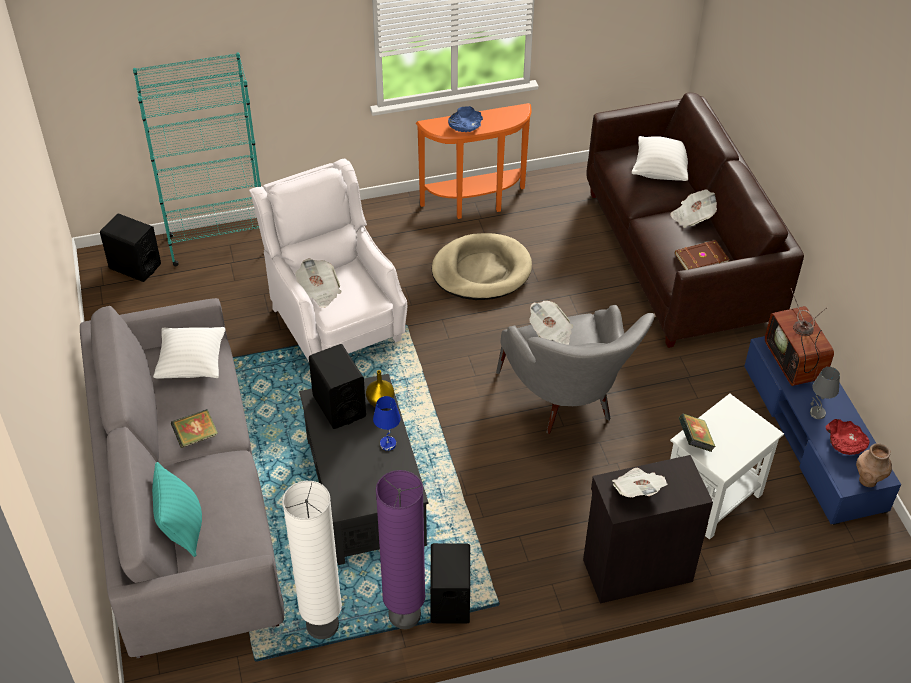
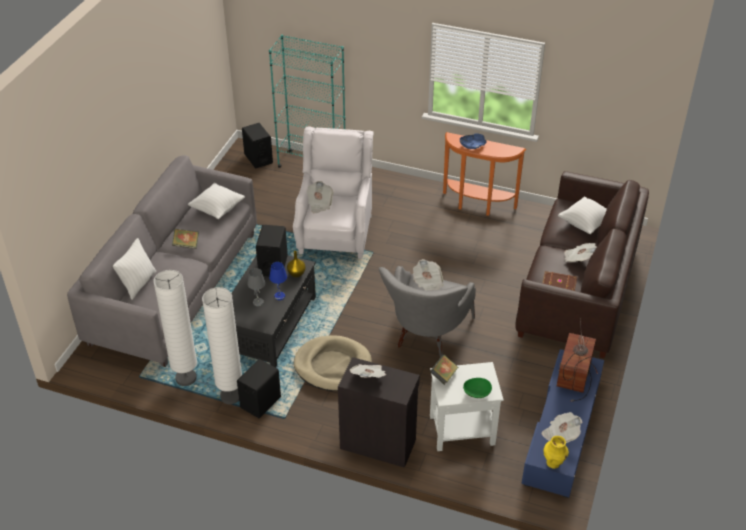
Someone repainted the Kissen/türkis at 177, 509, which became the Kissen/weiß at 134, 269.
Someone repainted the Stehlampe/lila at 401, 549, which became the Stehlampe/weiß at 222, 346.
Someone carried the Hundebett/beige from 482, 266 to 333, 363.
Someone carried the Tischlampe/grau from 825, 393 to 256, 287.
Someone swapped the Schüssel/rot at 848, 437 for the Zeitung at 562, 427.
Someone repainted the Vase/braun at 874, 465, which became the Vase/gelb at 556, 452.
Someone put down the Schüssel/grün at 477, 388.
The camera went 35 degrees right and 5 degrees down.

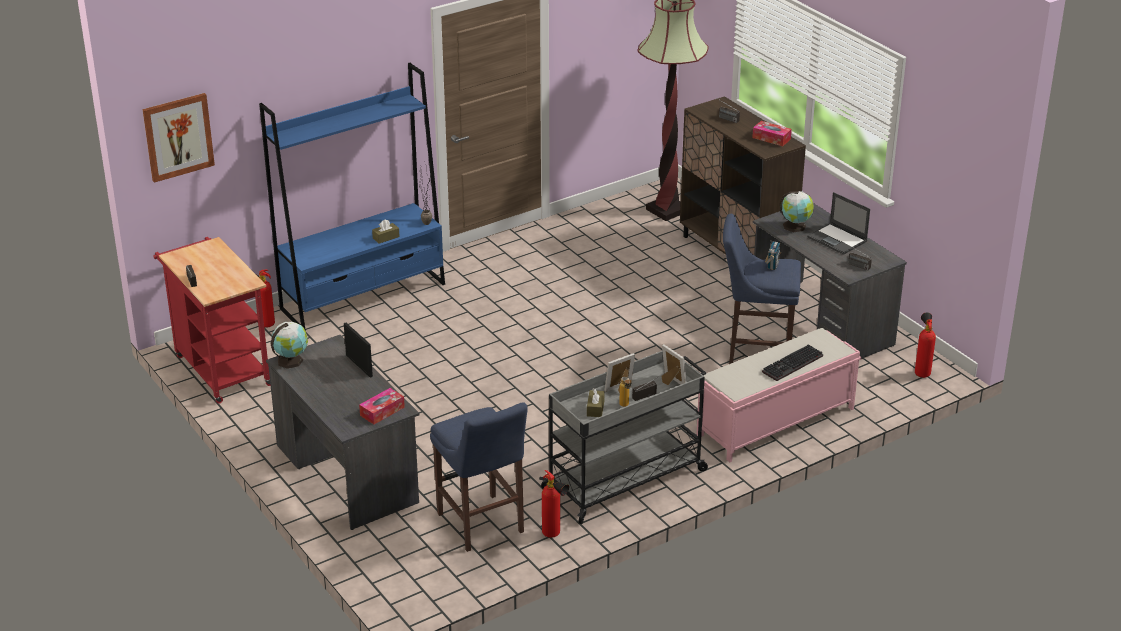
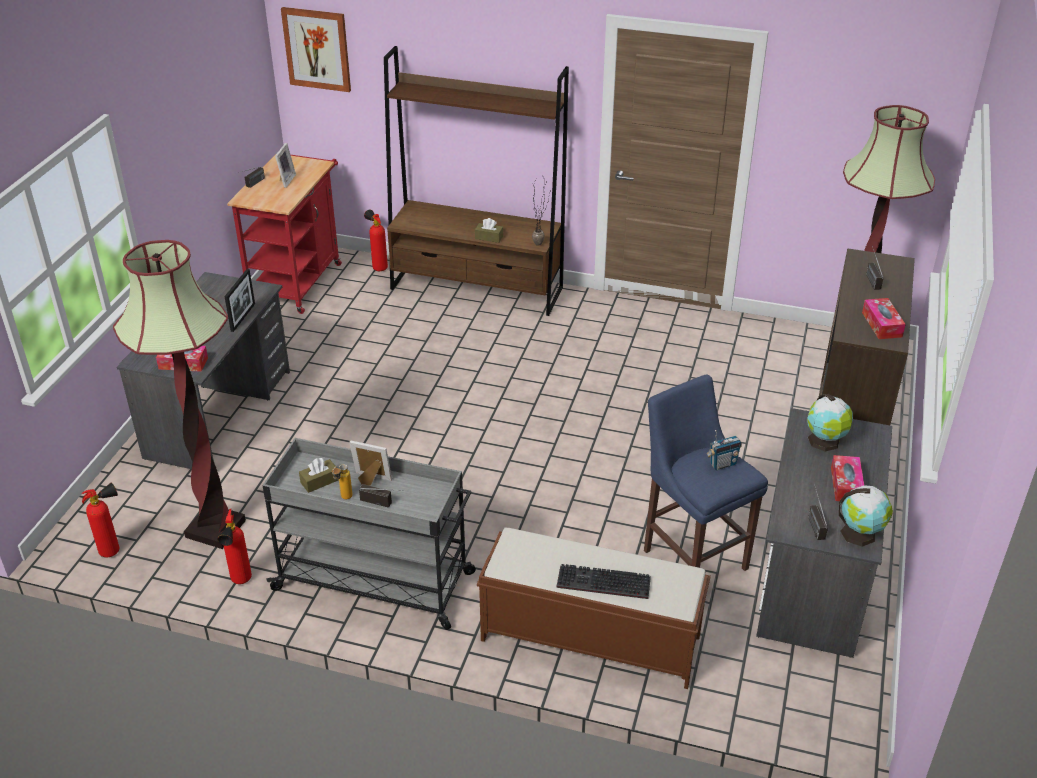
Someone repainted the Bücherregal/blau at 352, 197, which became the Bücherregal/braun at 476, 181.
Someone carried the Globus from 289, 345 to 866, 515.
Someone swapped the Hocker/blau at 479, 477 for the Stehlampe at 179, 394.
Someone carried the Bilderrahmen from 674, 364 to 285, 165.
Someone repainted the Bank/rosa at 779, 395, which became the Bank/braun at 594, 608.
Someone swapped the Laptop at 838, 223 for the Taschentuchbox at 847, 478.
Someone carried the Feuerlöscher from 925, 345 to 100, 520.
The camera went 50 degrees right and 5 degrees up.

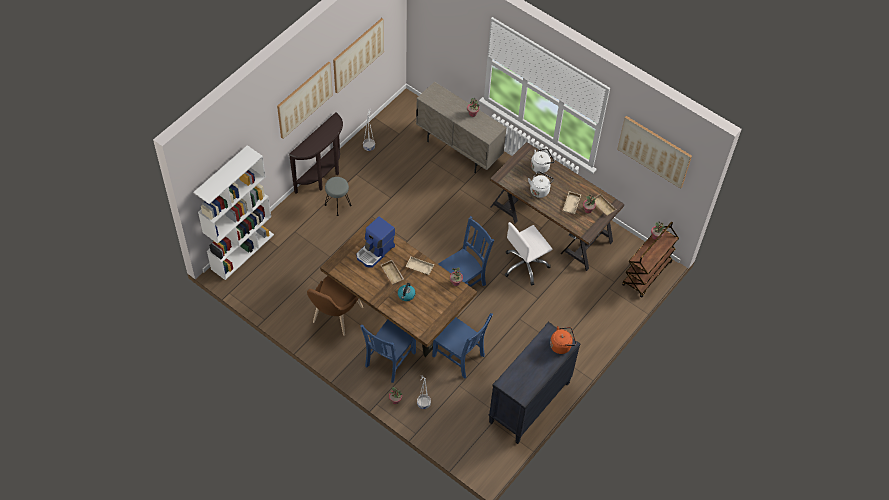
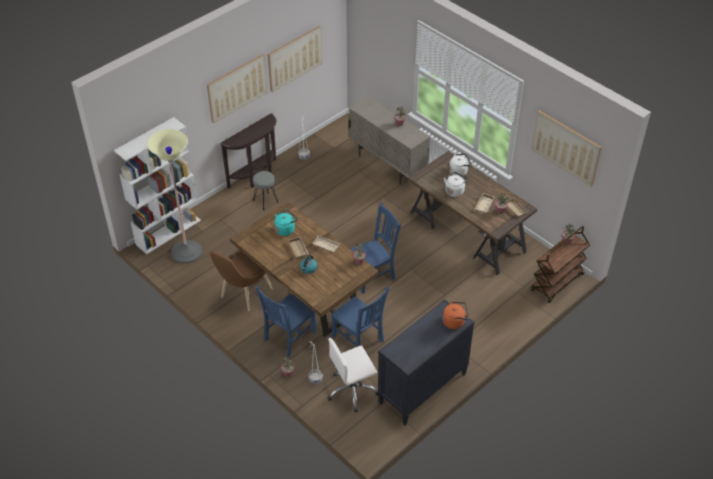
Someone swapped the Kaffeemaschine at 375, 242 for the Wasserkessel/türkis at 286, 223.
Someone carried the Bürostuhl/weiß from 528, 254 to 352, 375.
Someone put down the Stehlampe at 174, 196.
The camera went 10 degrees right and 10 degrees down.

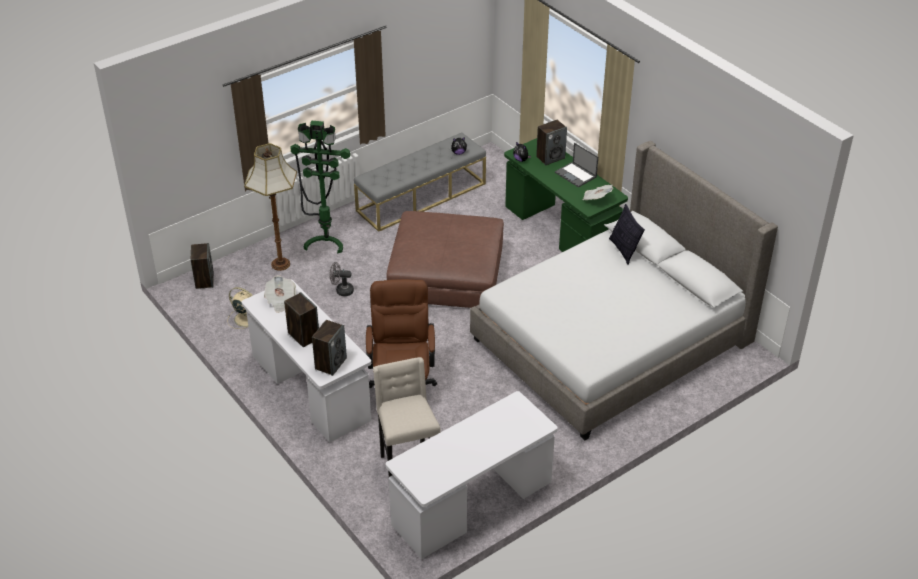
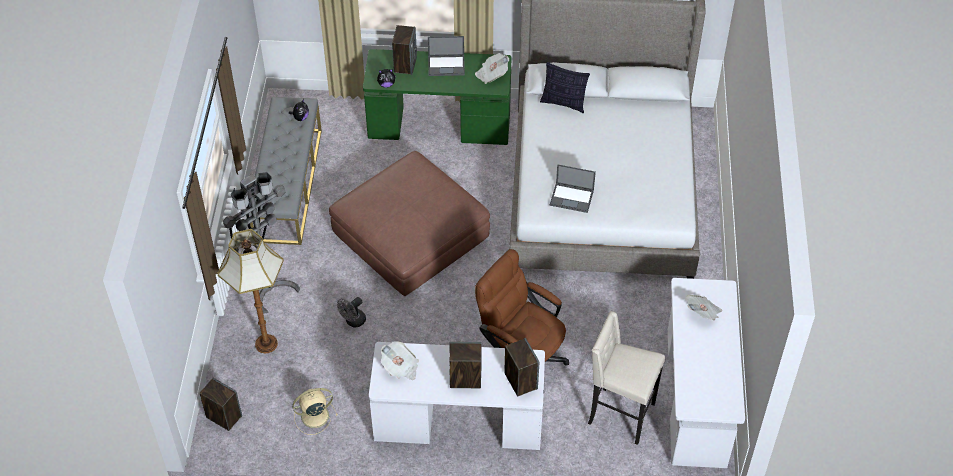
Someone repainted the Stehlampe/grün at 320, 187, which became the Stehlampe/grau at 261, 243.
Someone put down the Laptop at 573, 188.
Someone put down the Zeitung at 704, 308.
The camera went 50 degrees left and 10 degrees up.

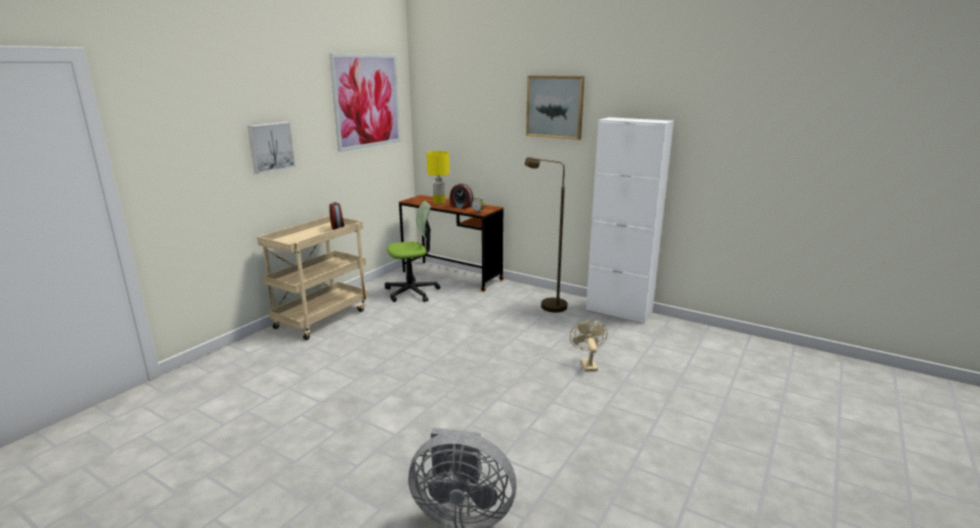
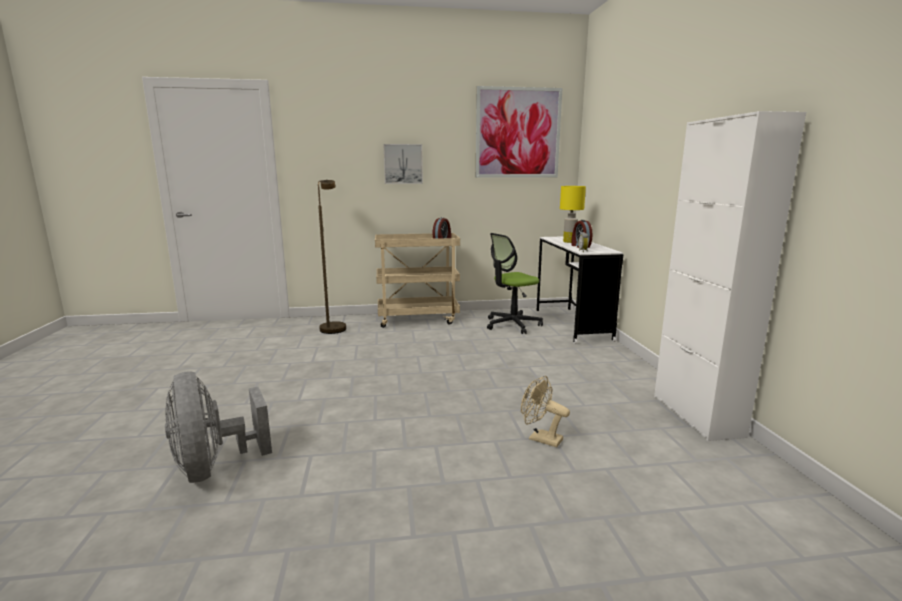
Someone rotated the Bürostuhl at 412, 251 by 120 degrees clockwise.
Someone repainted the Schreibtisch/braun at 451, 243, which became the Schreibtisch/weiß at 580, 290.
Someone carried the Stehlampe/braun from 546, 234 to 332, 257.
Someone took away the Bild at 555, 108.
Someone rotated the Ventilator/beige at 589, 346 by 105 degrees counterclockwise.
The camera went 50 degrees right and 5 degrees down.

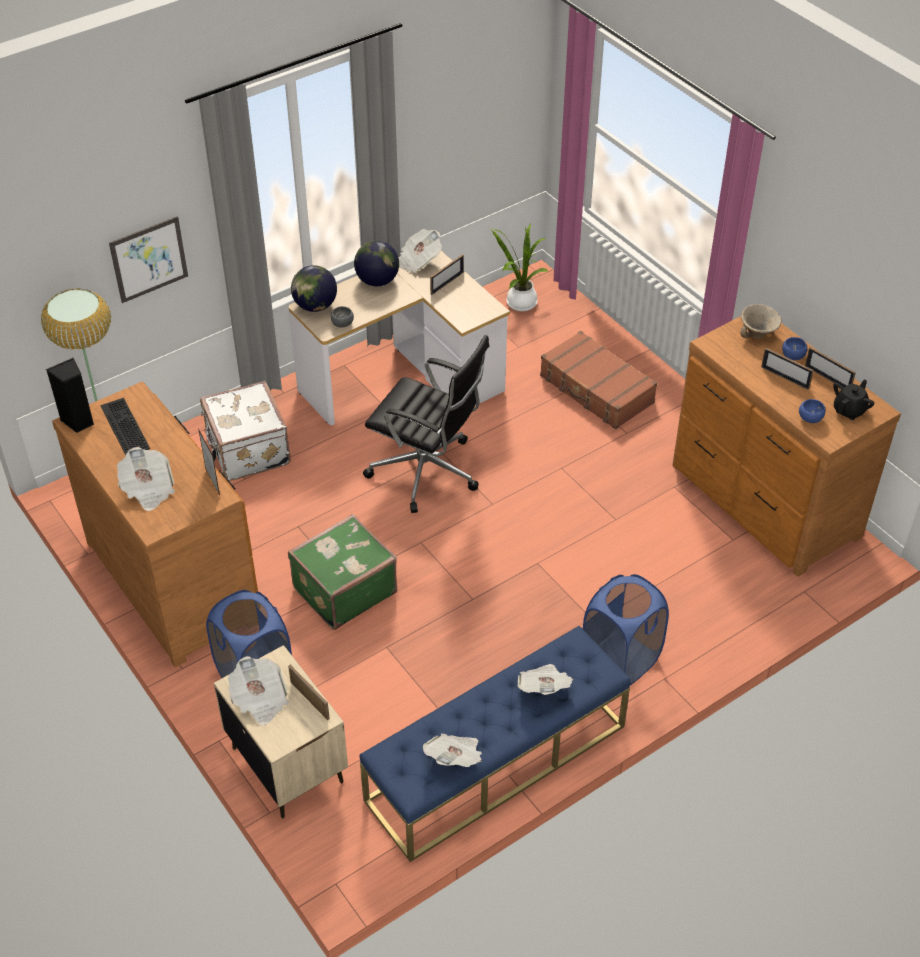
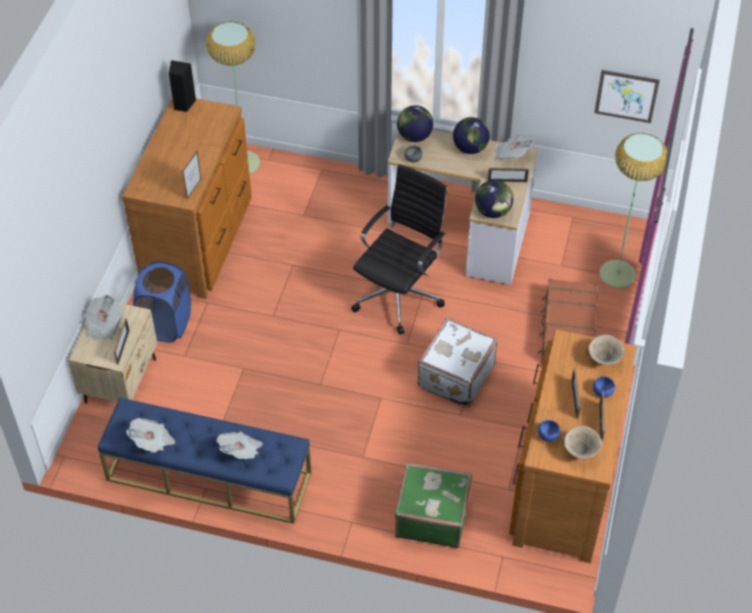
Someone took away the Tastatur at 125, 426.
Someone carried the Bild from 148, 259 to 627, 96.
Someone took away the Zeitung at 146, 479.
Someone carried the Koffer/weiß from 245, 431 to 458, 362.
Someone carried the Koffer/grün from 342, 572 to 433, 505.
Someone rotated the Bürostuhl/schwarz at 426, 424 by 135 degrees counterclockwise.
Someone took away the Topfpflanze at 520, 267.
Someone took away the Wäschekorb/blau at 626, 629.
Someone swapped the Teekanne/schwarz at 853, 399 for the Schüssel/beige at 582, 442.
Someone put down the Globus at 494, 199.
Someone put down the Stehlampe at 633, 210.
The camera went 50 degrees right and 5 degrees up.

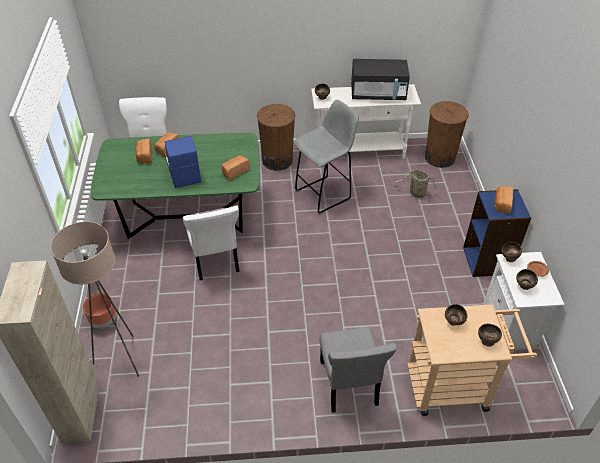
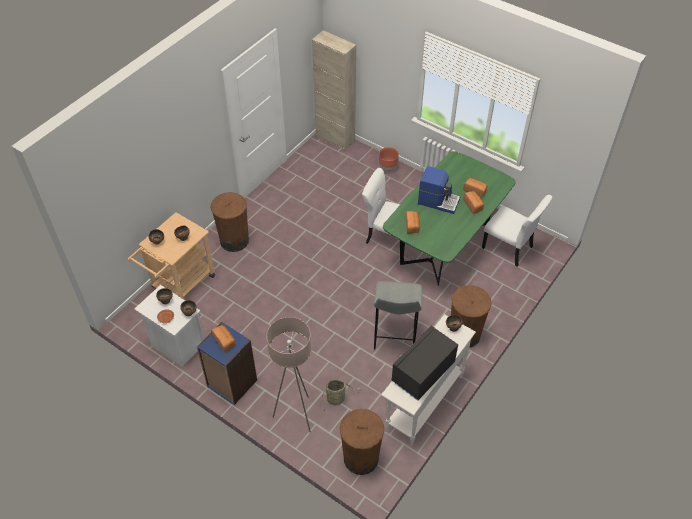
Someone carried the Stehlampe/beige from 95, 299 to 288, 374.
Someone swapped the Stuhl/grau at 358, 370 for the Mülleimer/braun at 230, 222.
The camera went 130 degrees right and 5 degrees up.

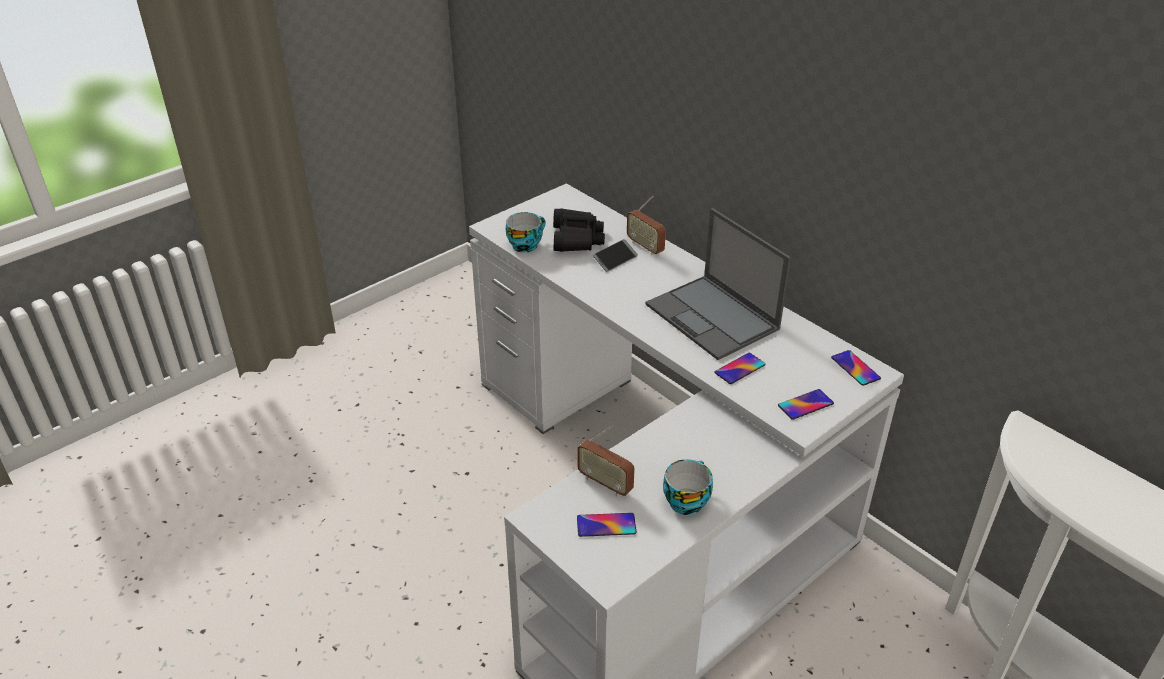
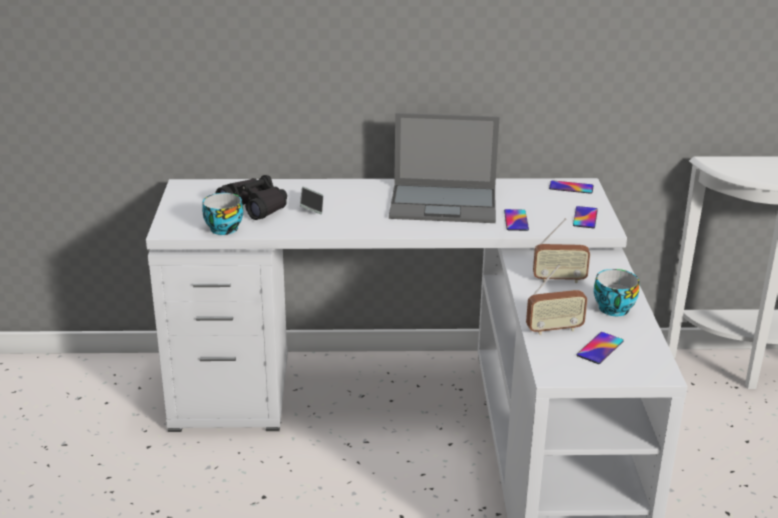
Someone carried the Radio from 646, 225 to 561, 250.
The camera went 50 degrees left and 10 degrees down.

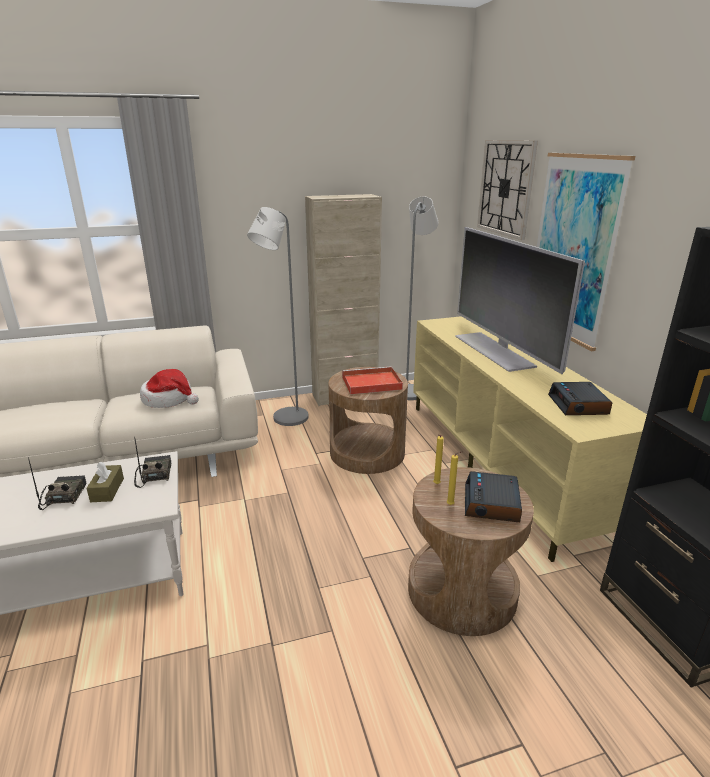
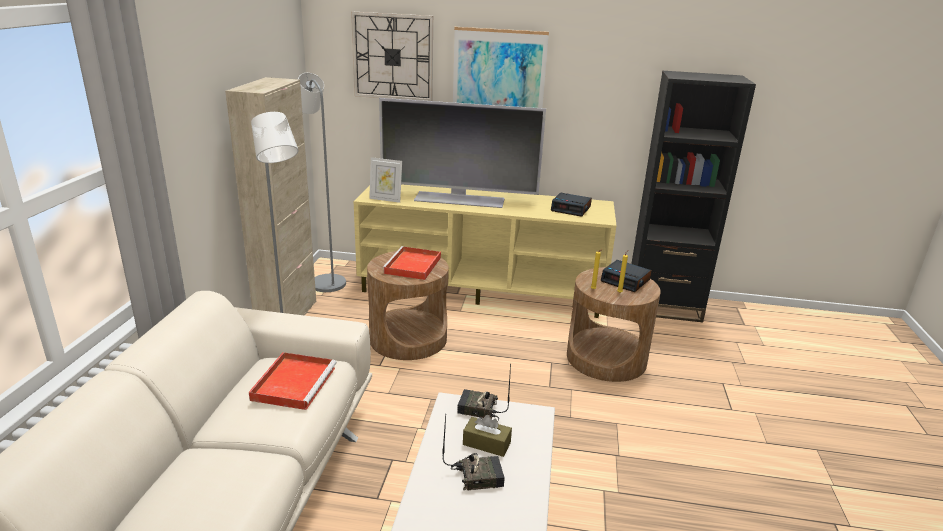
Someone rotated the Radio at 57, 483 by 150 degrees clockwise.
Someone swapped the Hut at 169, 388 for the Tablett/rot at 292, 381.
Someone put down the Bilderrahmen at 385, 180.
The camera went 65 degrees left and 0 degrees up.

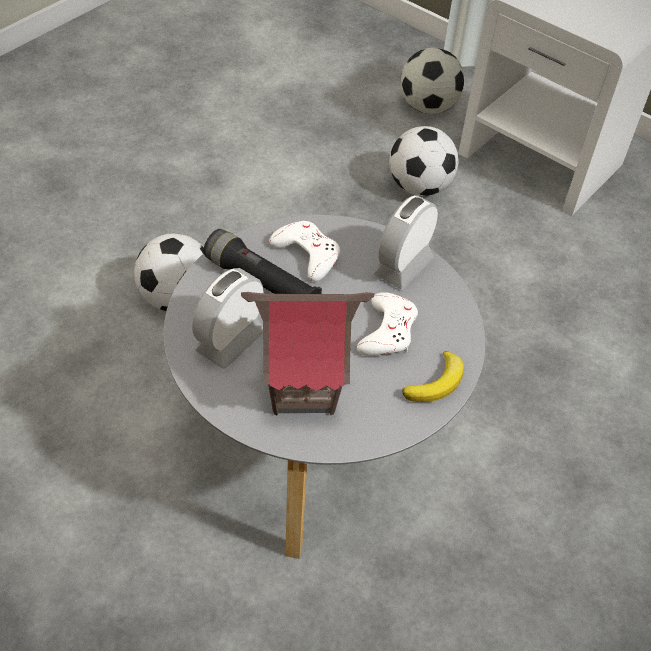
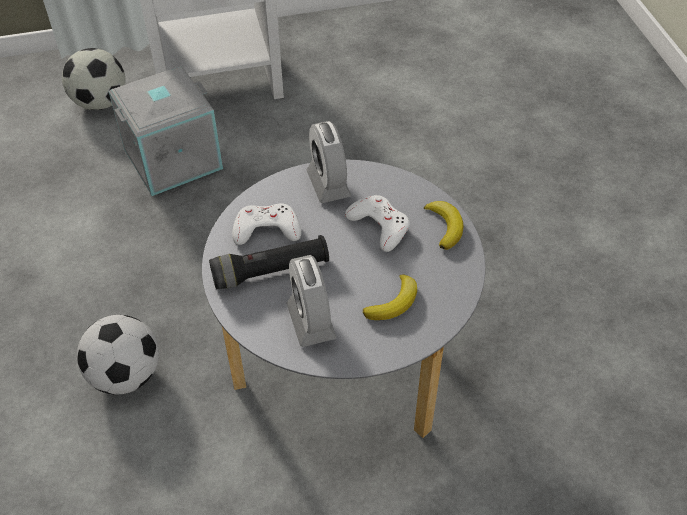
Someone swapped the Spielzeughaus at 307, 354 for the Banane at 390, 297.
Someone swapped the Fußball at 424, 161 for the Aufbewahrungsbox/grau at 165, 131.
The camera went 50 degrees left and 0 degrees up.

